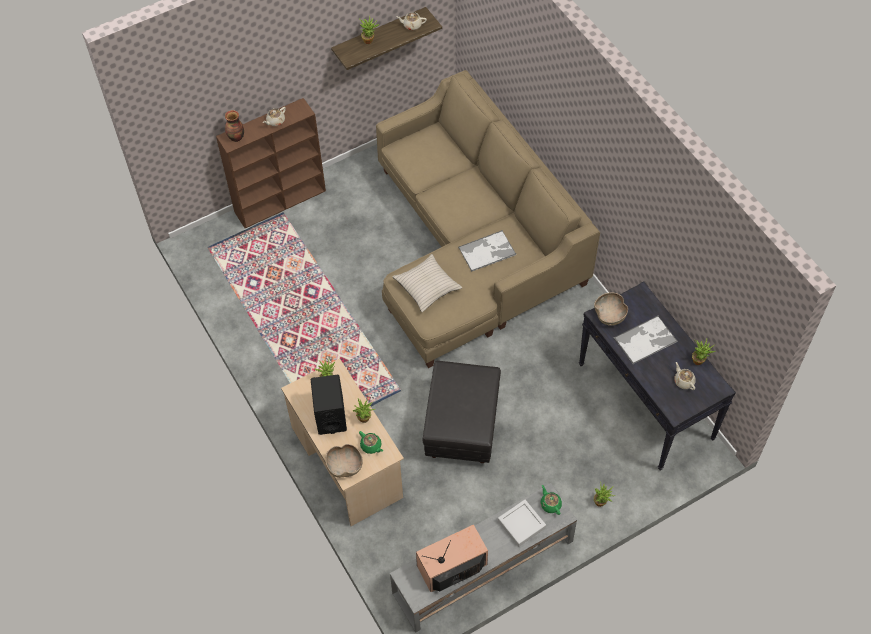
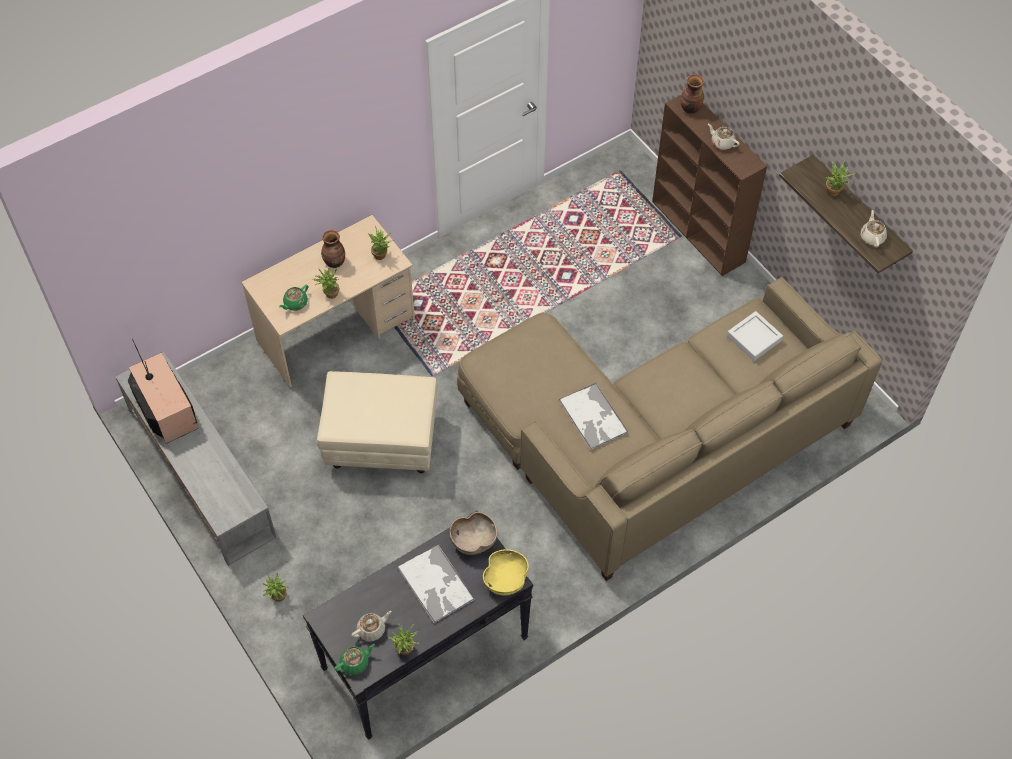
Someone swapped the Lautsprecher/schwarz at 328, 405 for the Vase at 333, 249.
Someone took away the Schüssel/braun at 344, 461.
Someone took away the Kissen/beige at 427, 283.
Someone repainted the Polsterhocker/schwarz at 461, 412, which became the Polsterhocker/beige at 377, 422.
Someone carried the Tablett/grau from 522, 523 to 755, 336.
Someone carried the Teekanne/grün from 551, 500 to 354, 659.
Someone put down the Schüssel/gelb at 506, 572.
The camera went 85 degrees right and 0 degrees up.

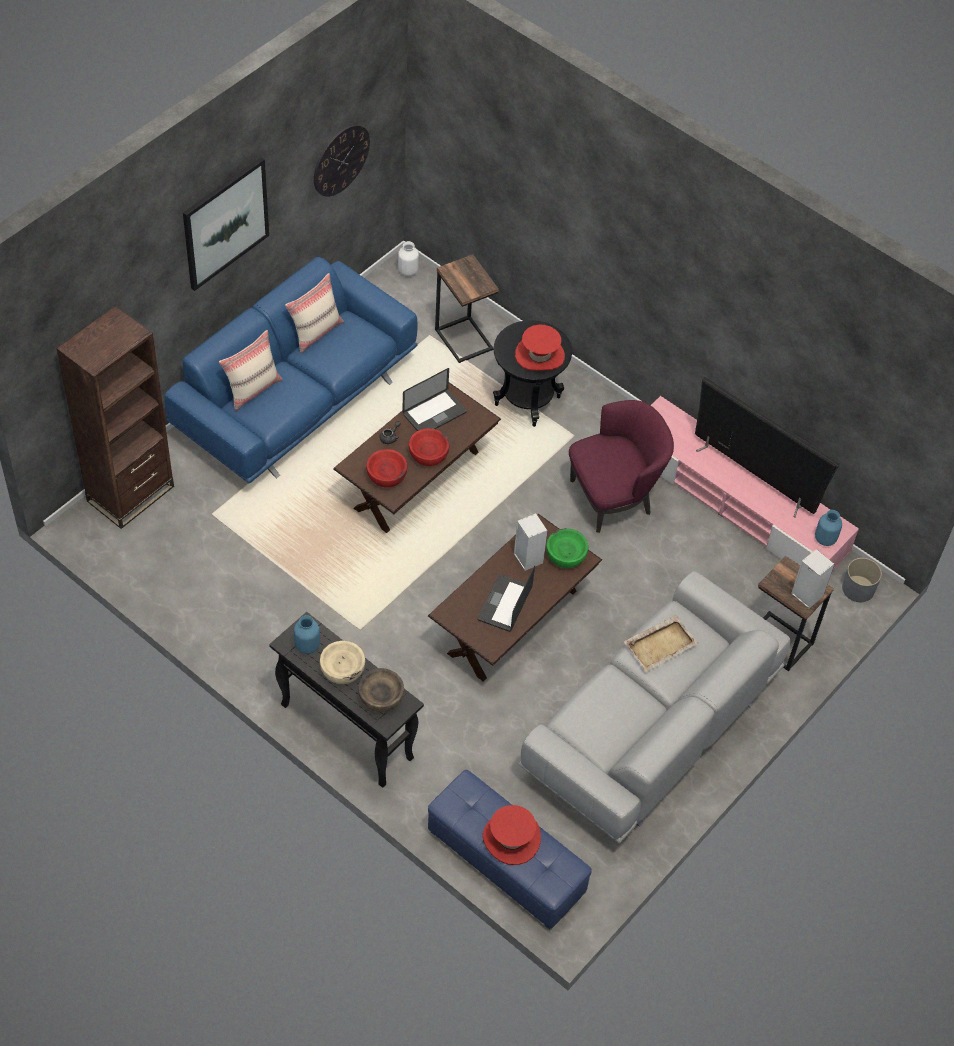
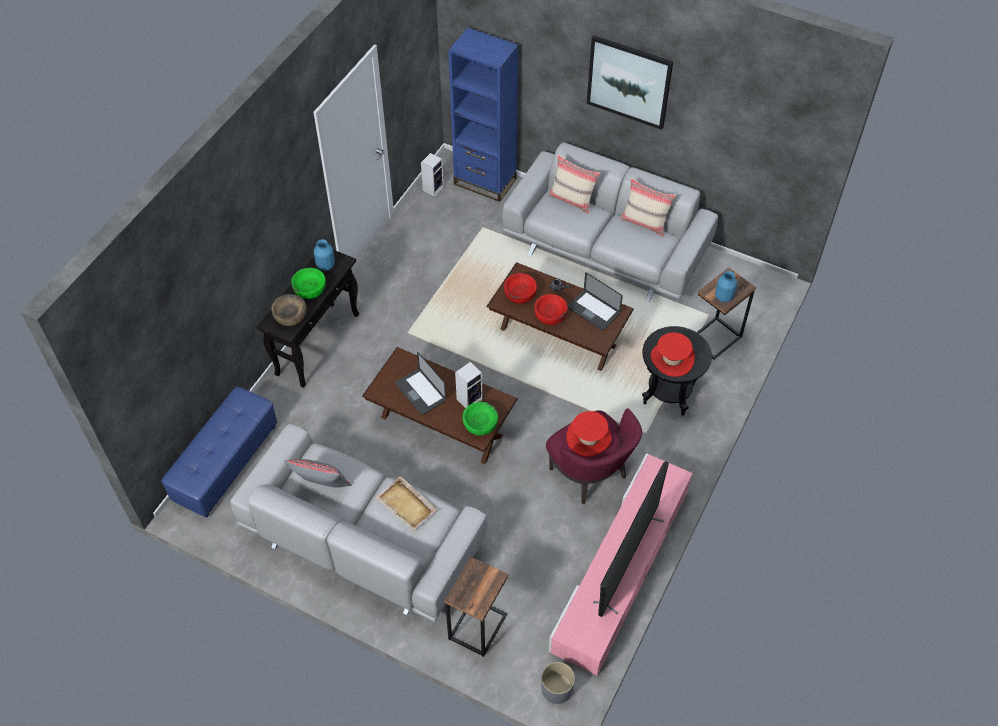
Someone repainted the Bücherregal/braun at 115, 417, which became the Bücherregal/blau at 483, 114.
Someone repainted the Sofa/blau at 291, 370, which became the Sofa/grau at 610, 222.
Someone took away the Wanduhr at 342, 161.
Someone repainted the Schüssel/beige at 342, 662, which became the Schüssel/grün at 308, 283.
Someone took away the Vase/weiß at 408, 258.
Someone rotated the Laptop at 506, 598 by 135 degrees counterclockwise.
Someone carried the Hut/rot from 512, 835 to 589, 434.
Someone carried the Lautsprecher from 812, 579 to 432, 174.
Someone carried the Vase/blau from 828, 528 to 726, 286.
Someone put down the Kissen/grau at 318, 473.
The camera went 80 degrees right and 0 degrees up.

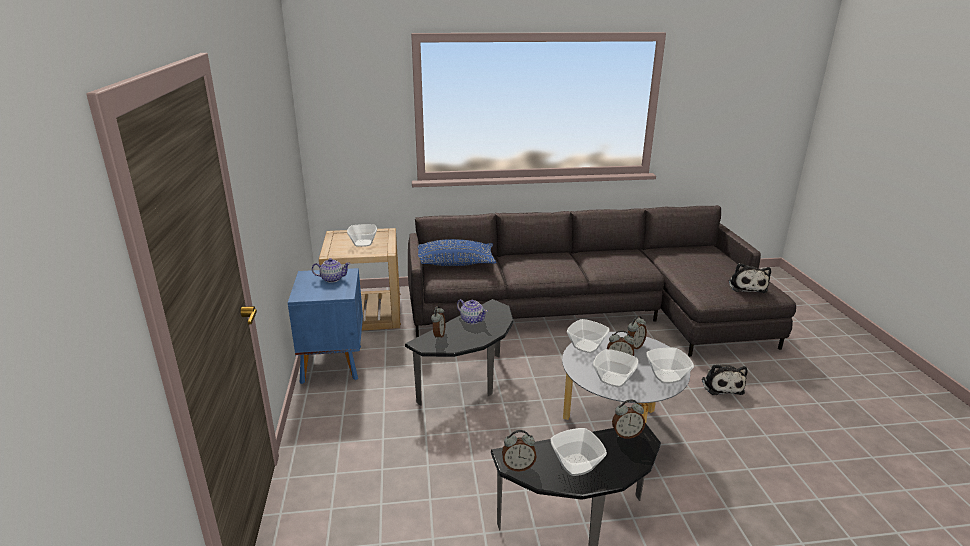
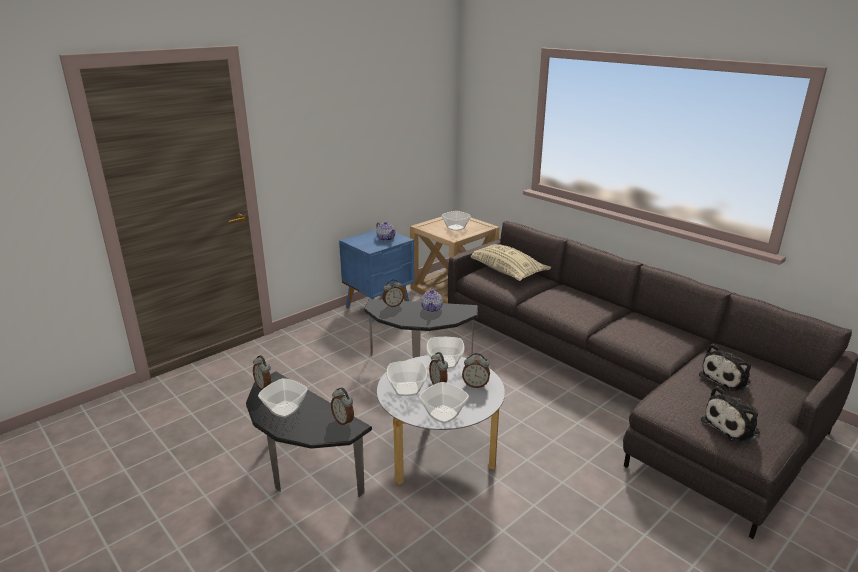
Someone repainted the Kissen/blau at 457, 252, which became the Kissen/beige at 511, 262.
Someone carried the Plüschtier from 724, 379 to 725, 368.
The camera went 55 degrees right and 0 degrees up.

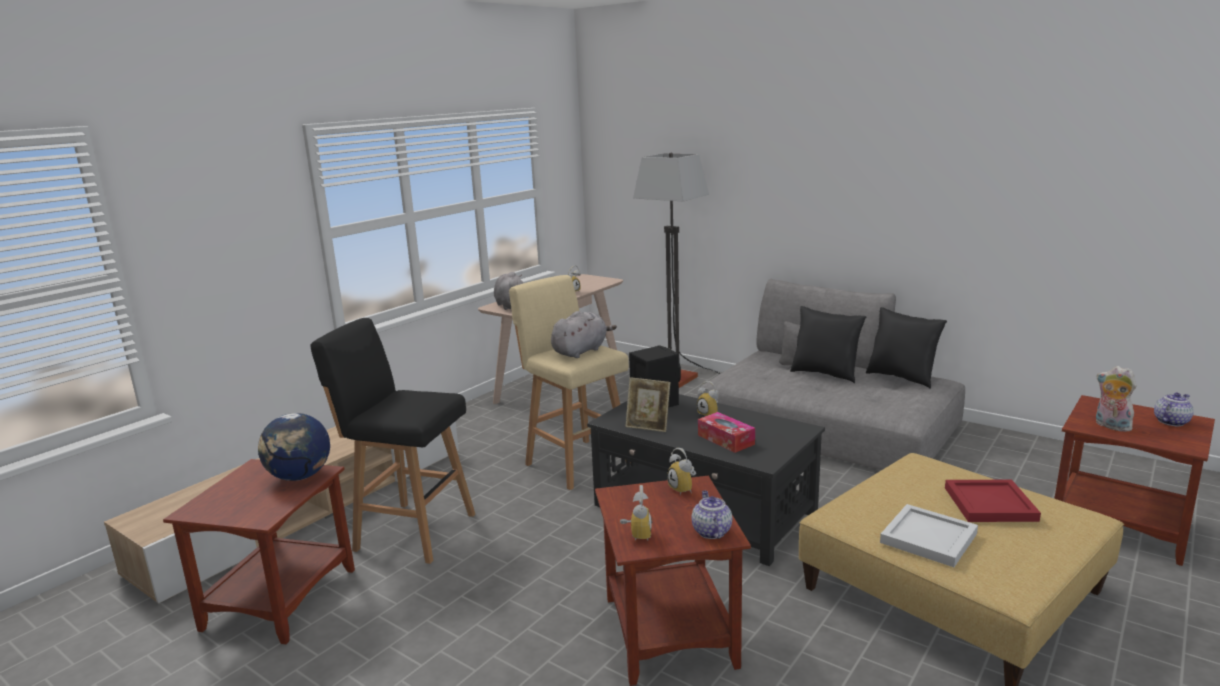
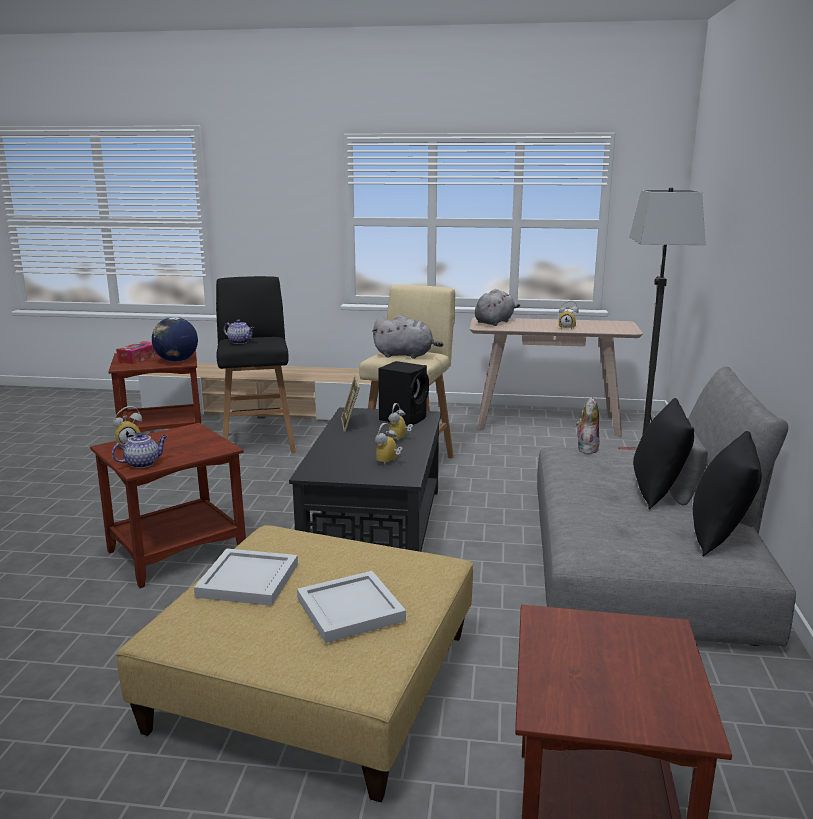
Someone carried the Wecker from 681, 471 to 389, 443.
Someone carried the Taschentuchbox from 726, 432 to 137, 352.
Someone repainted the Tablett/rot at 993, 501, which became the Tablett/weiß at 351, 607.
Someone carried the Plüschtier from 1116, 399 to 588, 425.
Someone carried the Teekanne from 1174, 409 to 239, 331.
The camera went 60 degrees right and 0 degrees up.

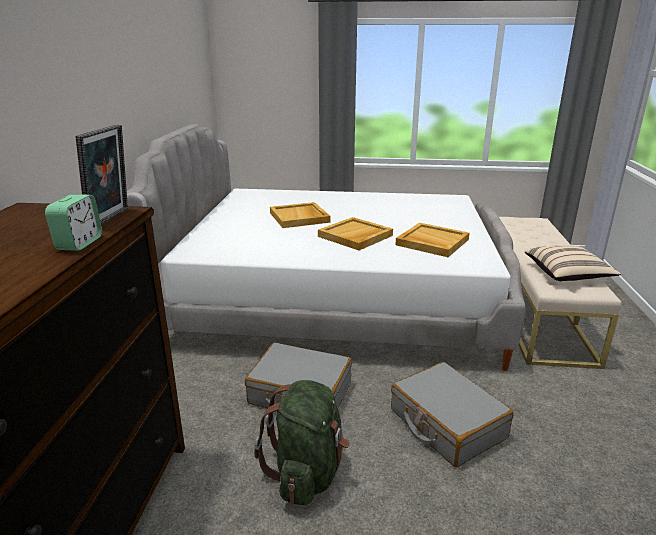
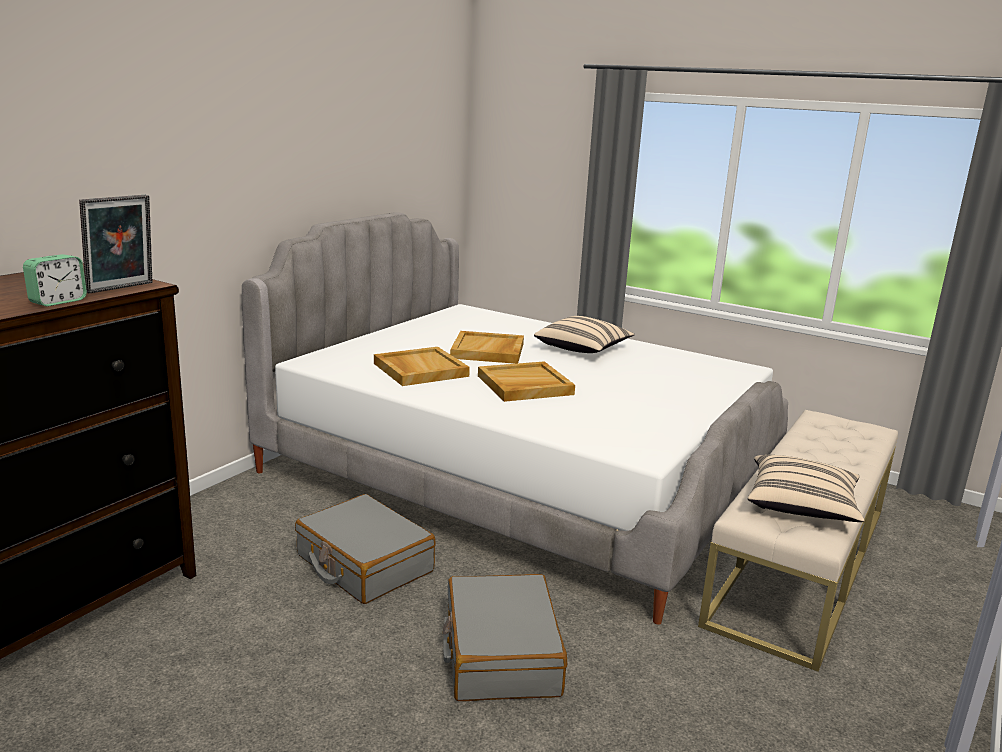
Someone took away the Rucksack/grün at 302, 442.
Someone carried the Tablett/beige from 432, 240 to 422, 366.
Someone put down the Kissen/beige at 584, 334.
The camera went 25 degrees right and 5 degrees down.

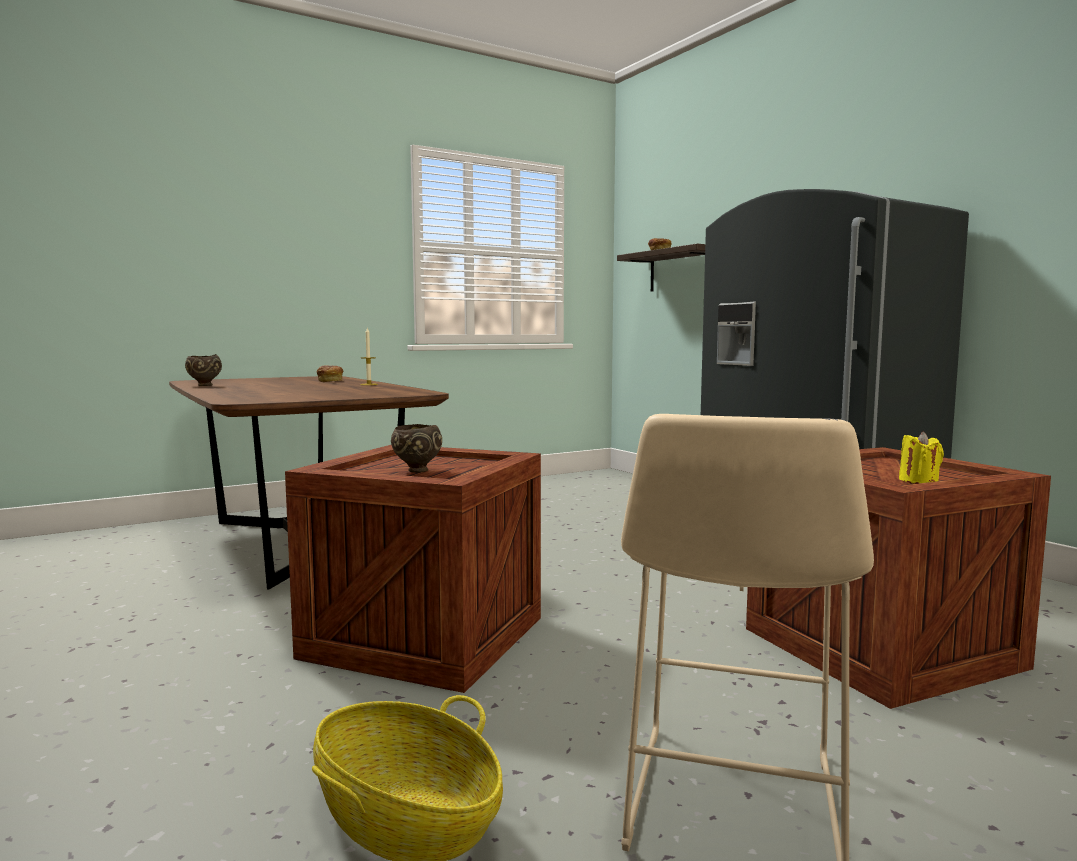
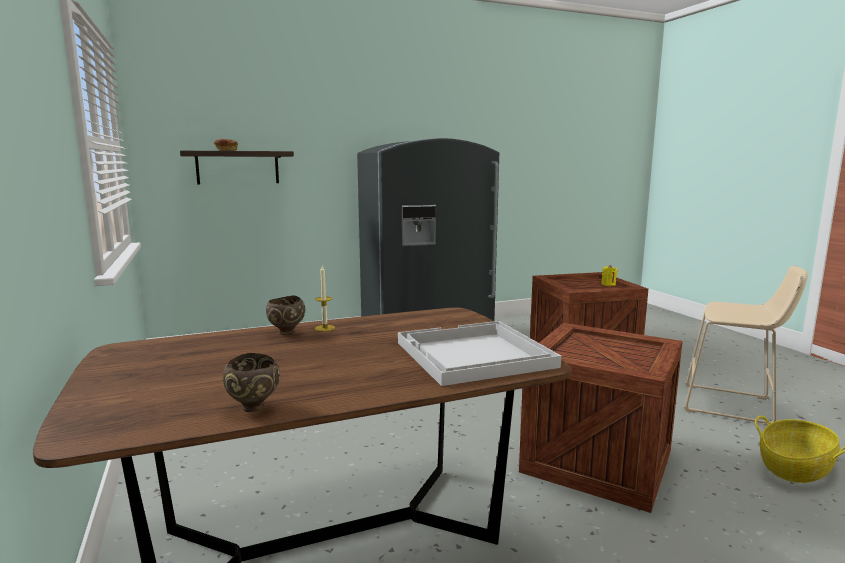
Someone took away the Brot at 330, 374.
Someone carried the Schüssel/braun from 416, 448 to 285, 315.
Someone put down the Tablett/weiß at 479, 353.
The camera went 80 degrees left and 5 degrees up.

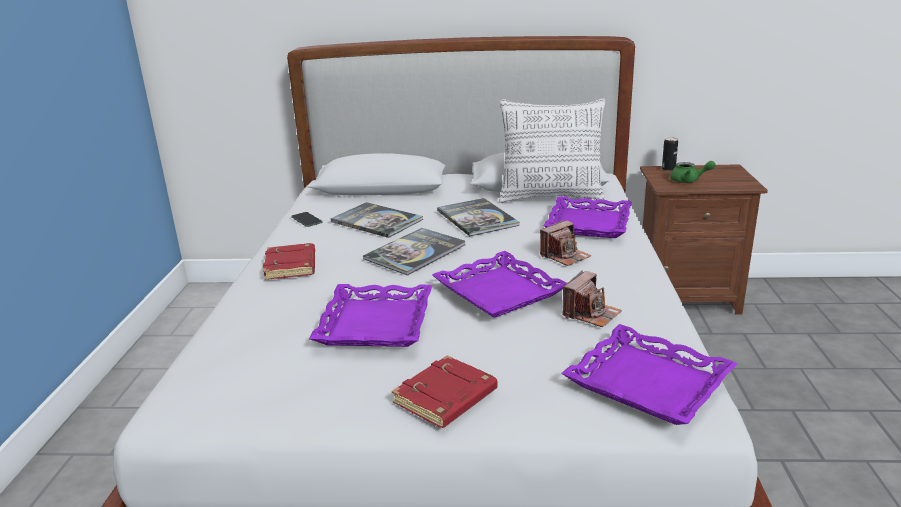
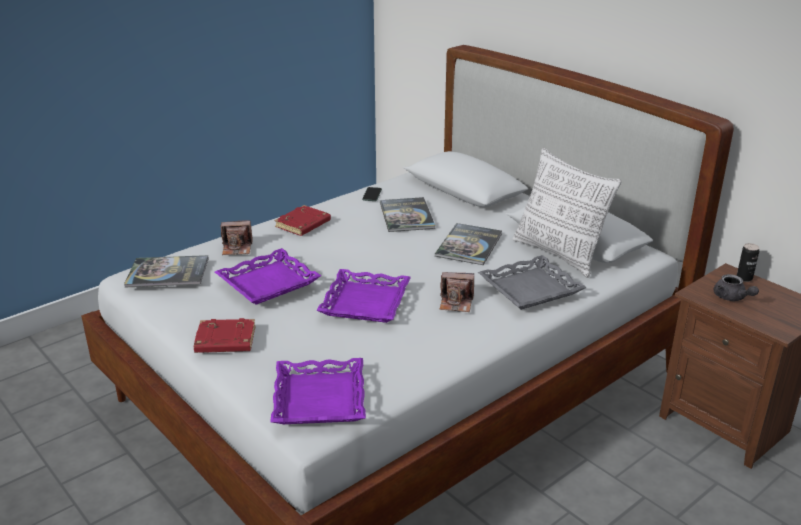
Someone carried the Buch from 414, 252 to 166, 271.
Someone repainted the Tablett/lila at 588, 217, which became the Tablett/grau at 532, 282.
Someone carried the Kamera from 592, 298 to 236, 237.
Someone repainted the Teekanne/grün at 693, 172, which became the Teekanne/grau at 736, 287.
The camera went 45 degrees right and 5 degrees up.

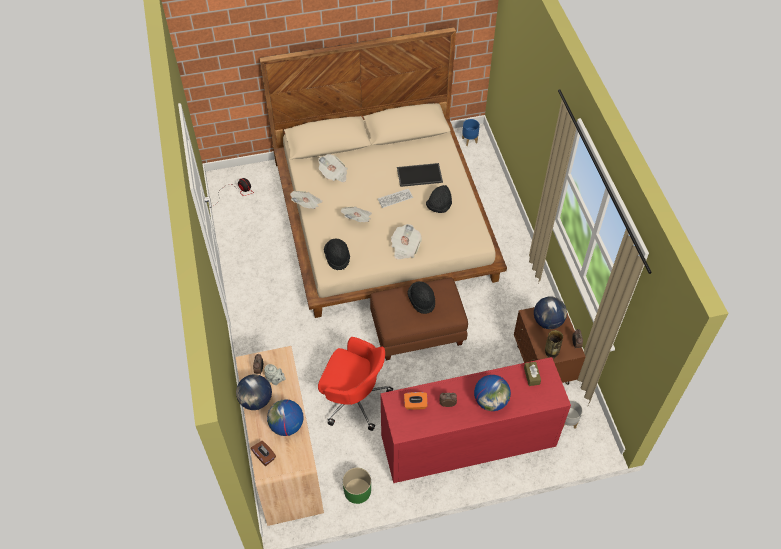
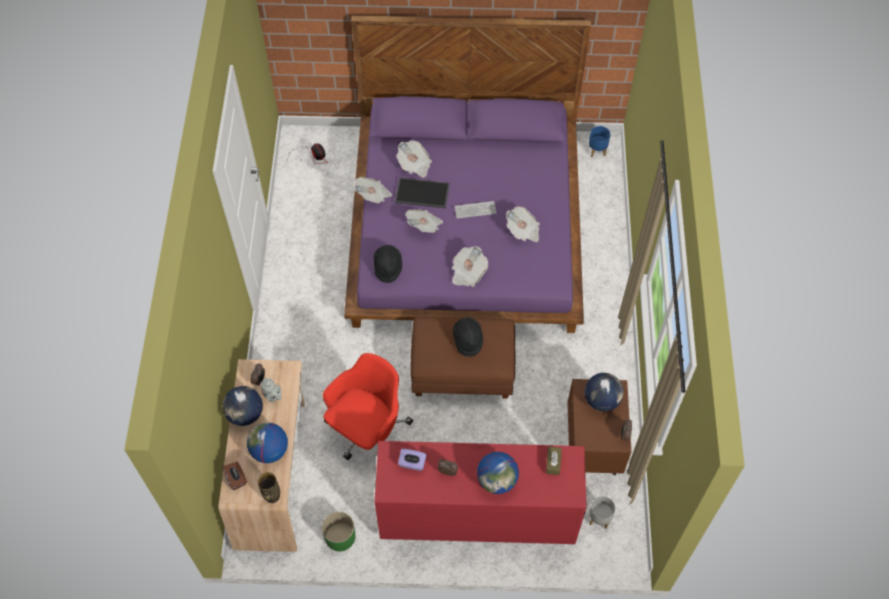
Someone repainted the Bett/beige at 383, 172, which became the Bett/lila at 467, 174.
Someone rotated the Bürostuhl/rot at 355, 384 by 90 degrees counterclockwise.
Someone carried the Tablett from 420, 175 to 422, 192.
Someone repainted the Taschentuchbox/orange at 416, 401, which became the Taschentuchbox/lila at 412, 460.
Someone swapped the Hut/schwarz at 439, 199 for the Zeitung at 523, 224.
Someone carried the Vase from 554, 344 to 269, 487.
The camera went 15 degrees right and 5 degrees up.

